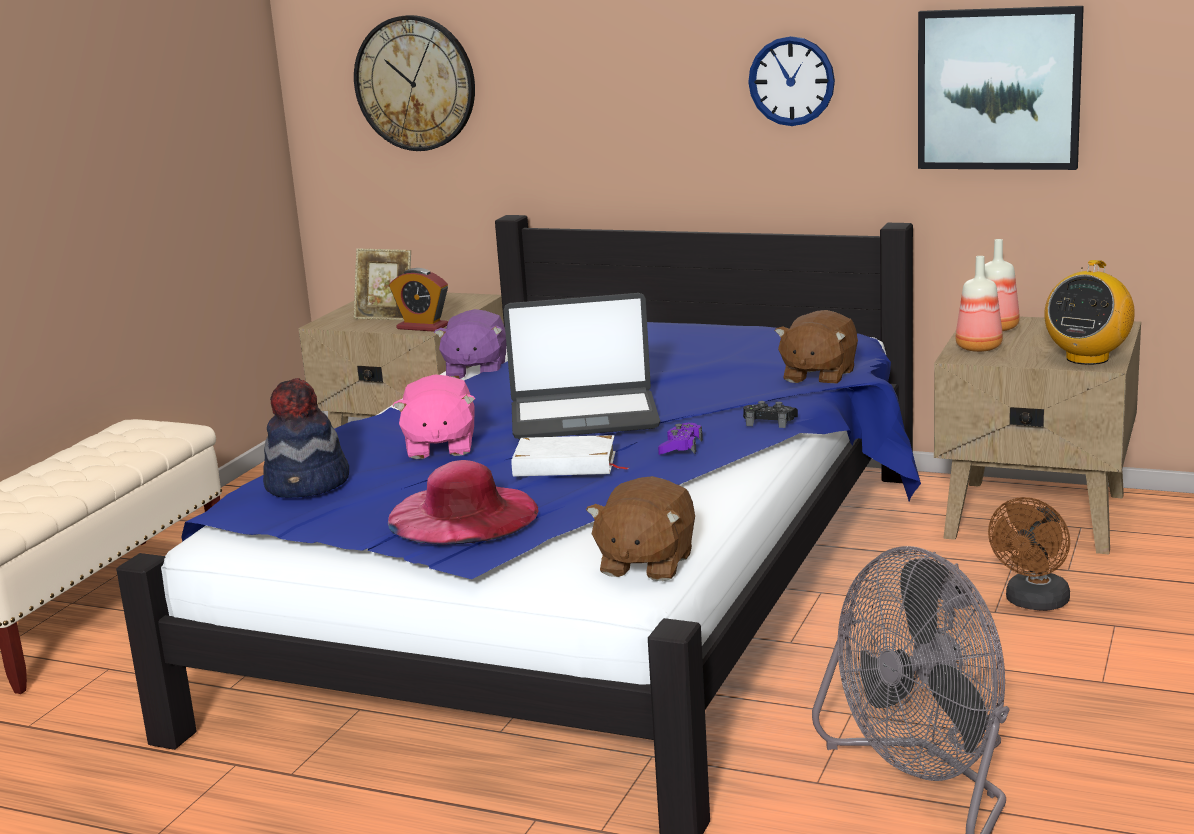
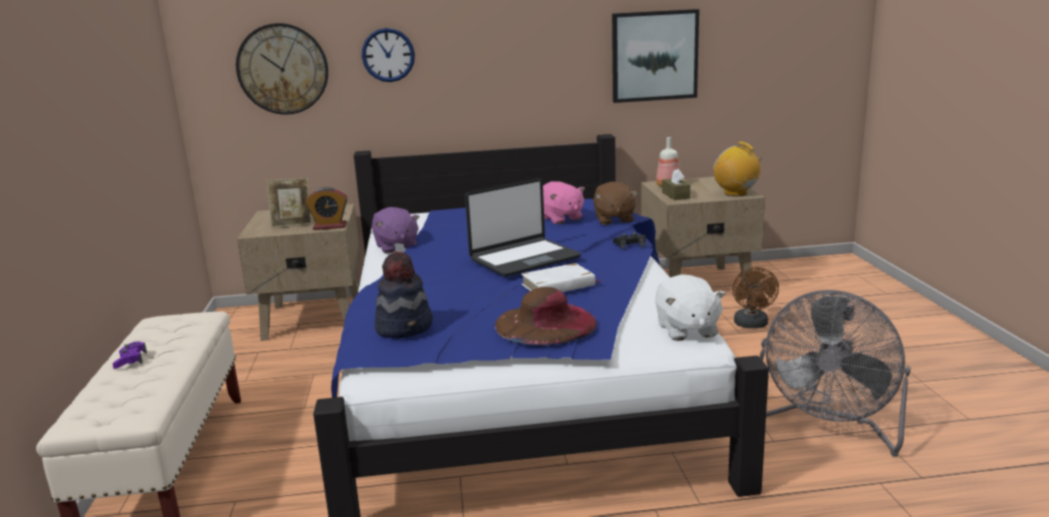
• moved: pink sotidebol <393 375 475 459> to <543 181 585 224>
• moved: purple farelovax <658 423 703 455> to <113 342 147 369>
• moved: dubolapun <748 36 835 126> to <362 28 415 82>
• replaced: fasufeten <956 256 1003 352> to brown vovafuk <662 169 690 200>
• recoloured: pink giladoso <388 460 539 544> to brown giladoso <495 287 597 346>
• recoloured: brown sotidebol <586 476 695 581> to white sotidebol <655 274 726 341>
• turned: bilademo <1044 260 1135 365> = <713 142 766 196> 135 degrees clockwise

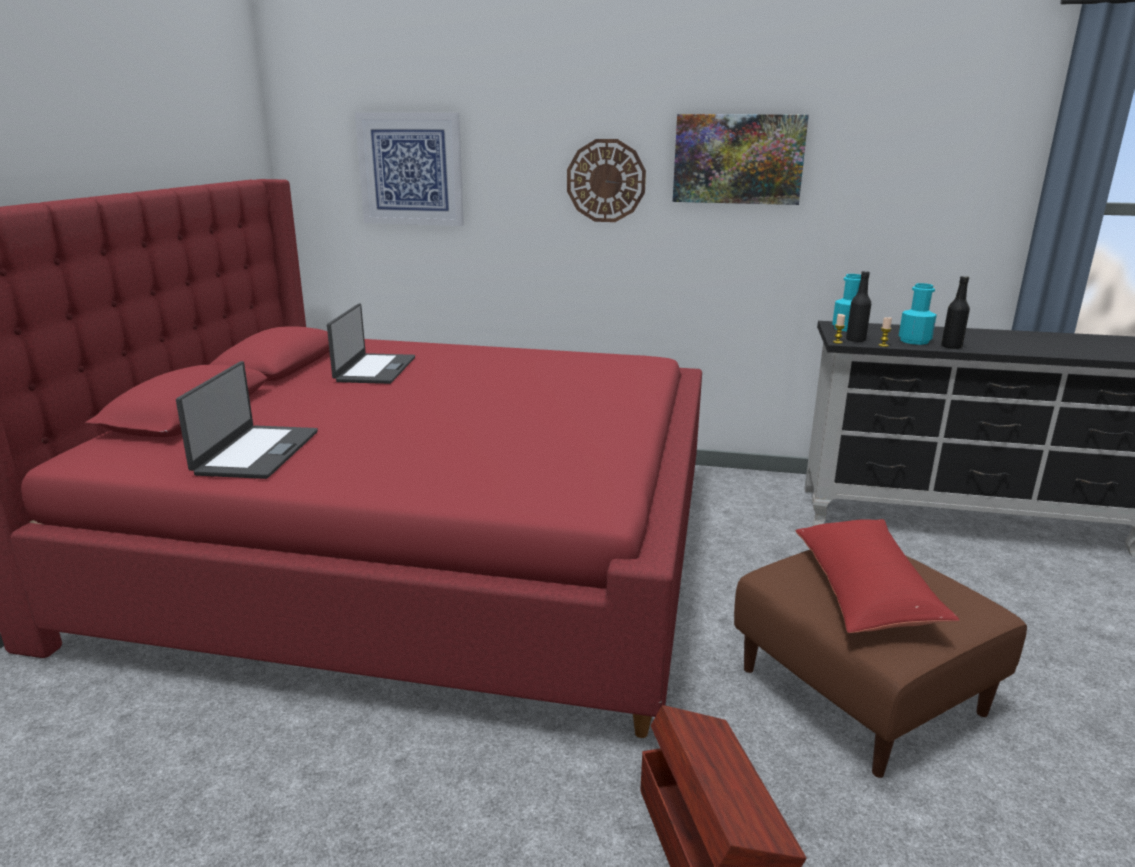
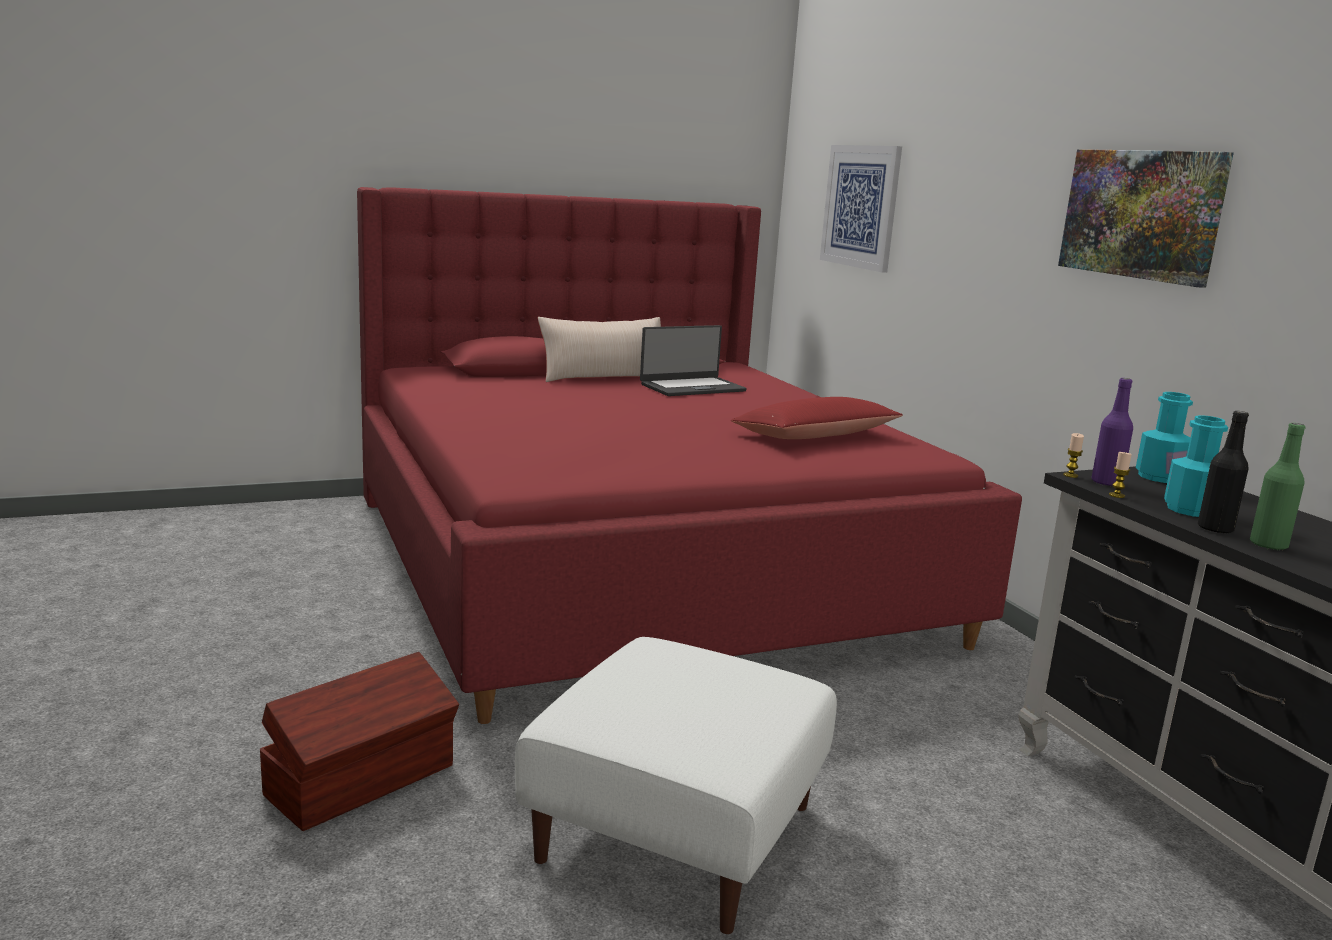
• removed: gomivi <176 361 318 479>
• removed: dubolapun <567 139 646 222>
• added: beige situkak <538 317 661 382>
• added: green fasufeten <1250 423 1305 550>
• moved: red situkak <796 519 959 633> to <731 397 903 439>
• recoloured: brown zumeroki <734 550 1027 778> to white zumeroki <515 637 837 934>
• recoloured: black fasufeten <846 271 871 342> to purple fasufeten <1091 378 1133 486>

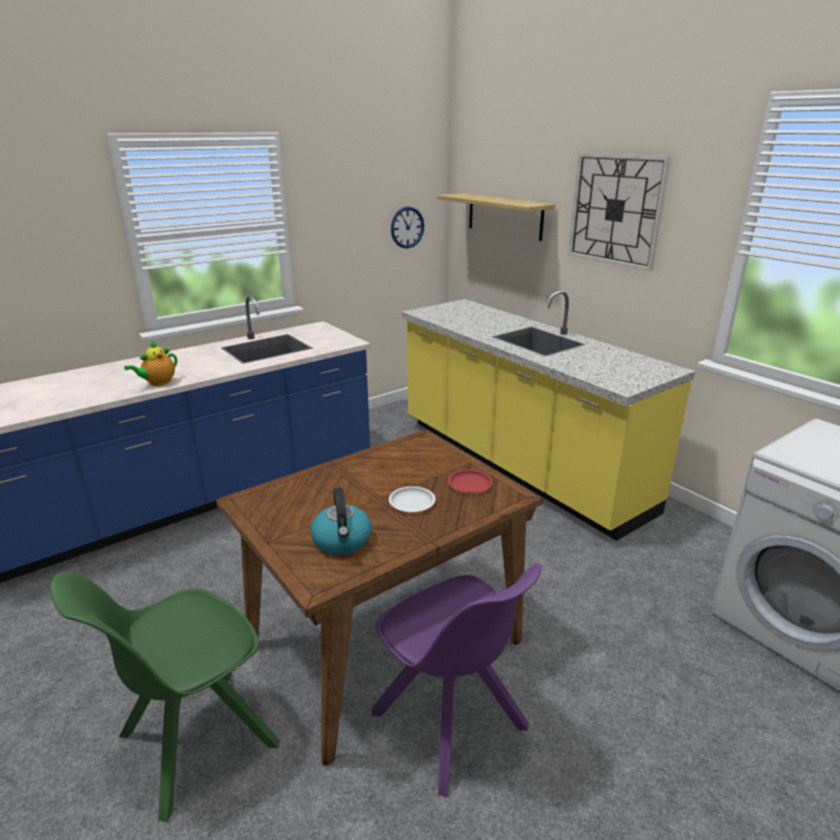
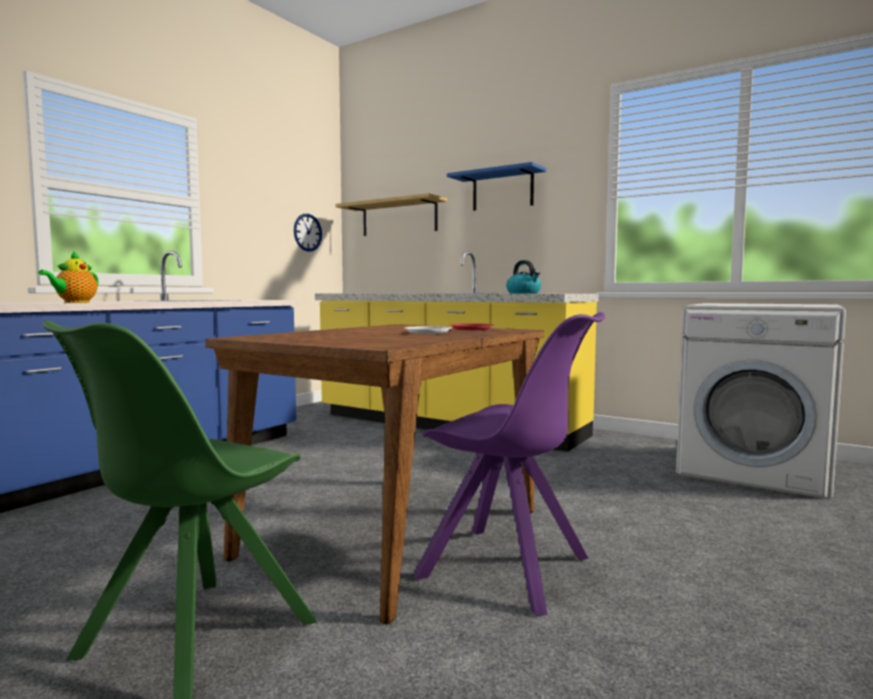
• moved: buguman <311 487 371 555> to <506 260 541 293>
• replaced: dubolapun <568 153 671 271> to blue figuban <447 162 546 211>

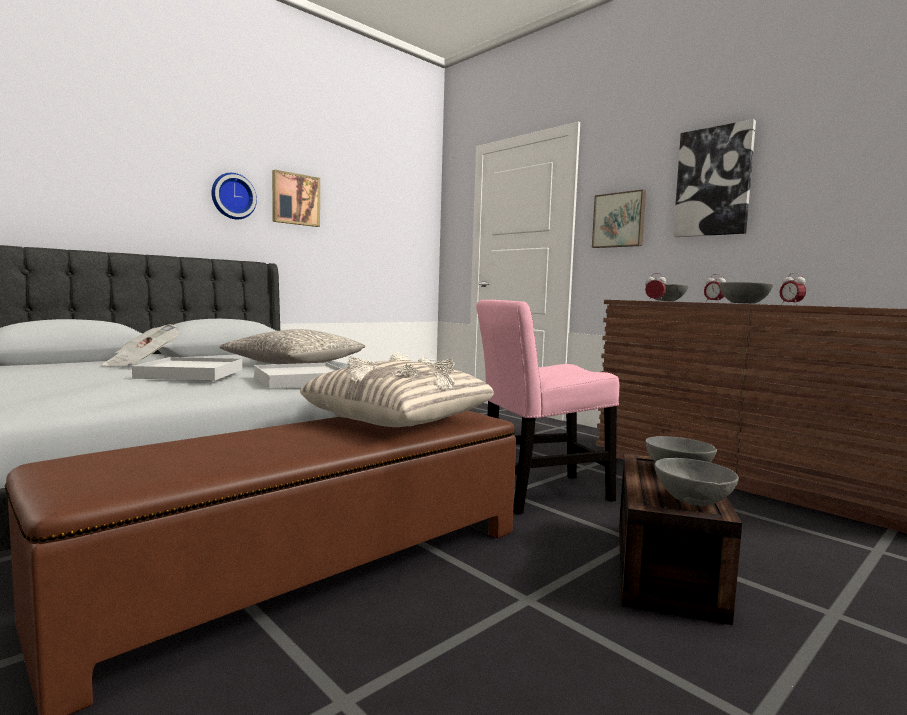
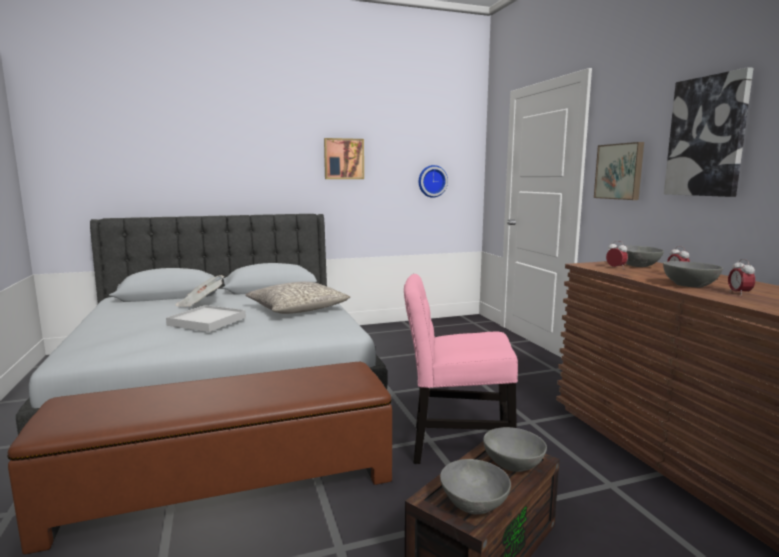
• removed: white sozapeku <254 363 341 388>
• removed: beige situkak <300 351 494 427>
• moved: dubolapun <211 173 257 219> to <419 165 448 198>

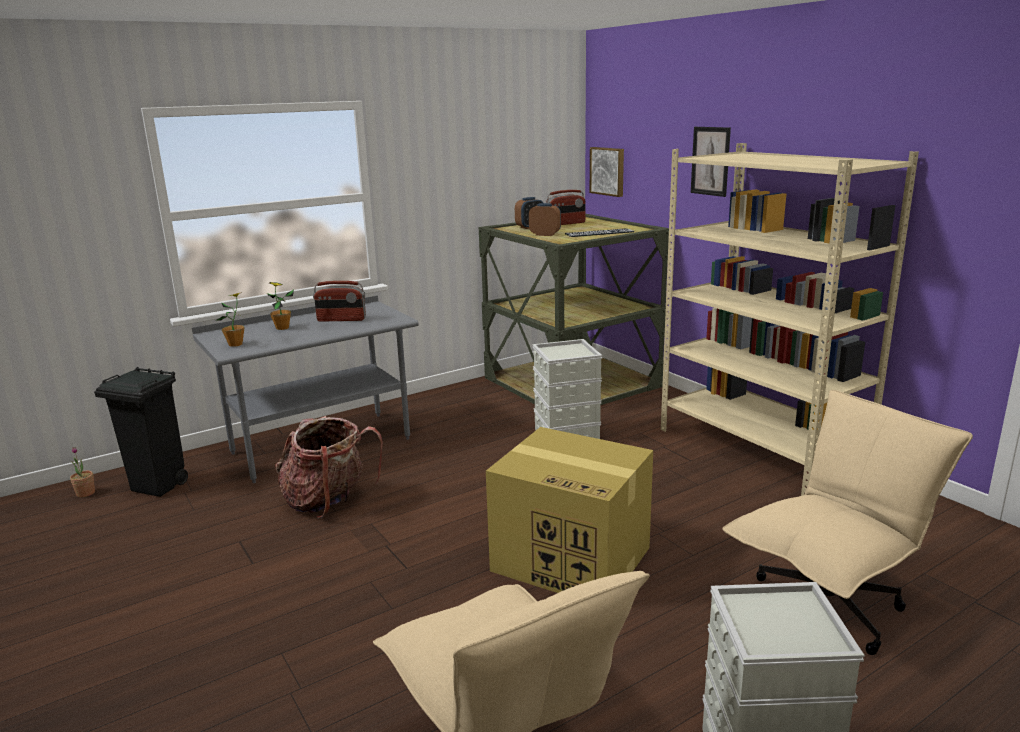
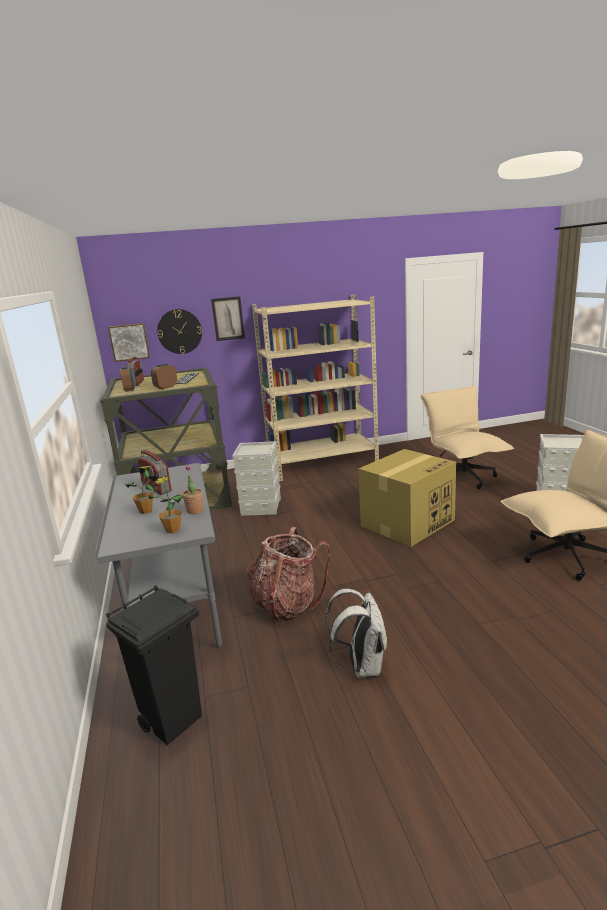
• added: dubolapun <157 309 202 354>
• added: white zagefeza <325 589 387 678>
• moved: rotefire <70 447 95 497> to <182 464 203 514>
• turned: bilademo <313 281 366 322> = <138 450 171 495> 120 degrees clockwise

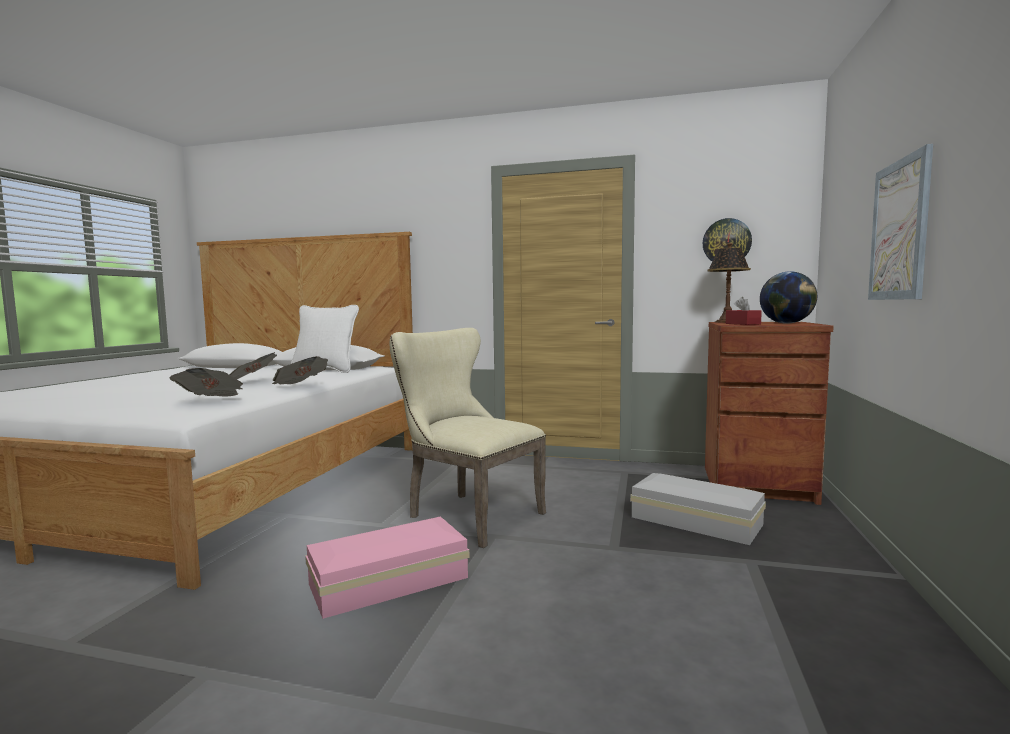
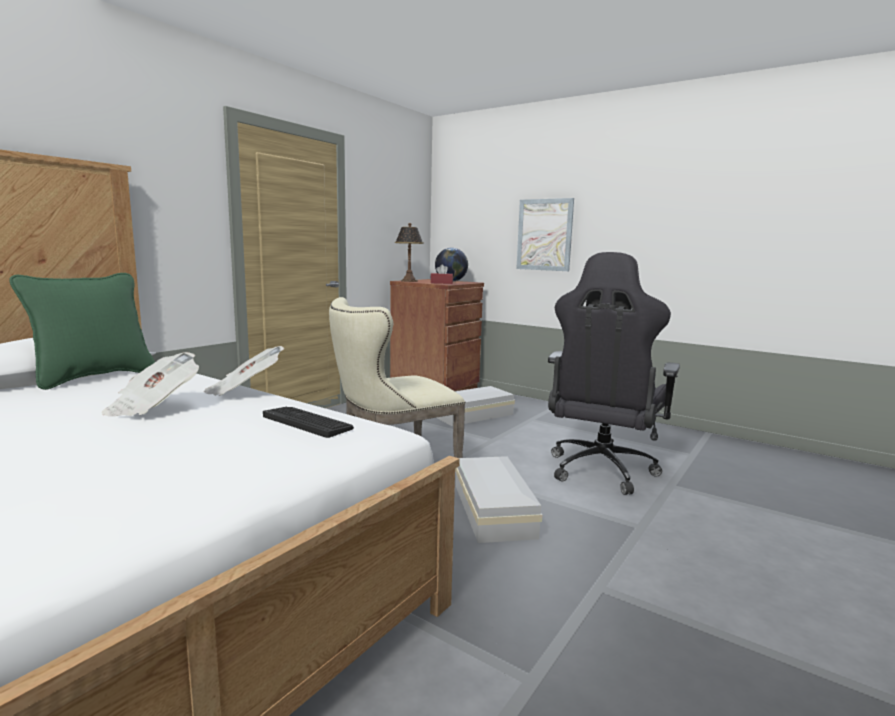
• removed: dubolapun <703 218 752 261>
• added: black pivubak <548 252 680 495>
• replaced: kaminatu <170 368 243 396> to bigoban <263 407 354 438>
• recoloured: white situkak <291 305 359 373> to green situkak <9 273 155 390>
• recoloured: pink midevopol <305 516 469 619> to white midevopol <455 456 542 543>

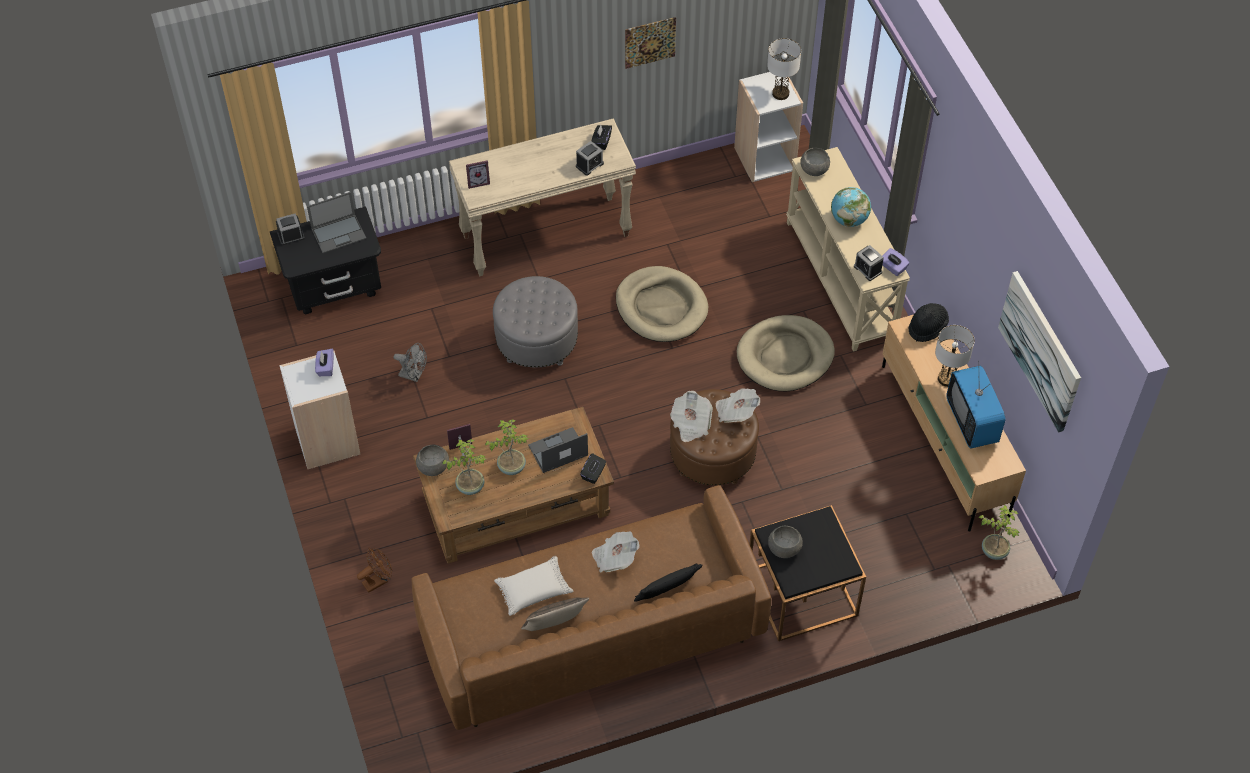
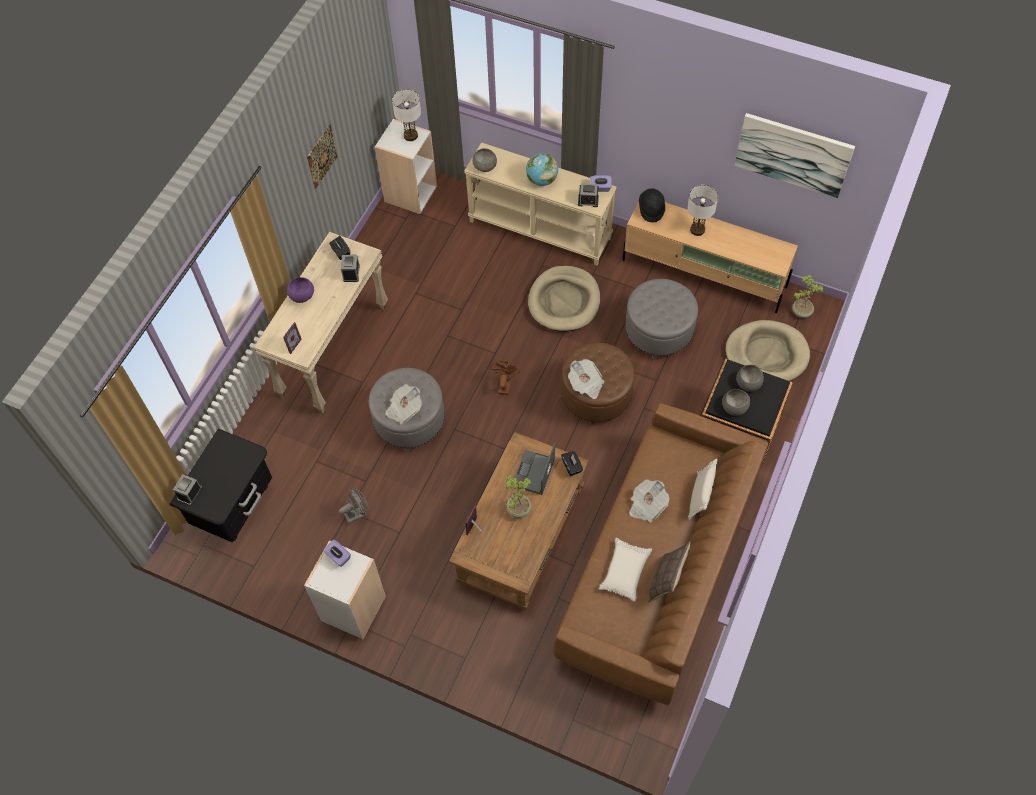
• removed: gomivi <307 192 366 253>
• removed: rotefire <442 439 486 495>
• removed: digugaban <946 366 1006 449>
• added: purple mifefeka <287 277 314 303>
• added: grey zumeroki <625 279 698 359>
• moved: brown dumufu <357 547 392 593> to <490 360 520 395>
• moved: grey mifefeka <416 445 449 476> to <736 365 764 392>
• moved: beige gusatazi <616 266 708 342> to <725 320 810 381>
• moved: kaminatu <716 388 760 423> to <385 384 422 424>
• recoloured: black situkak <634 563 703 602> to white situkak <688 459 717 521>

